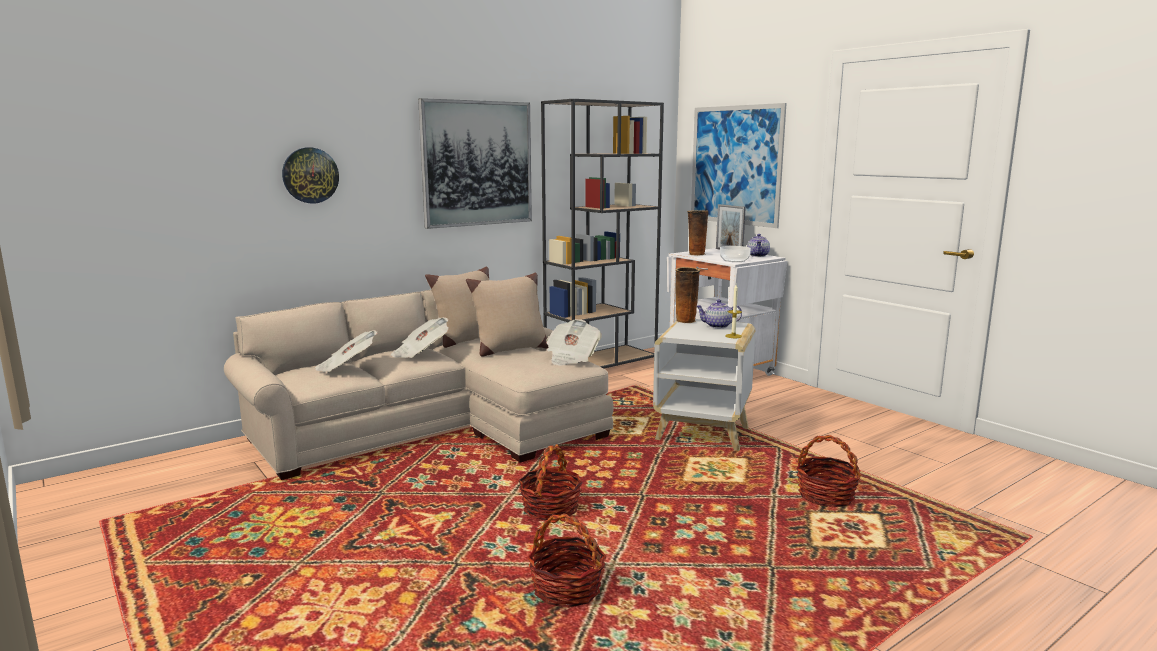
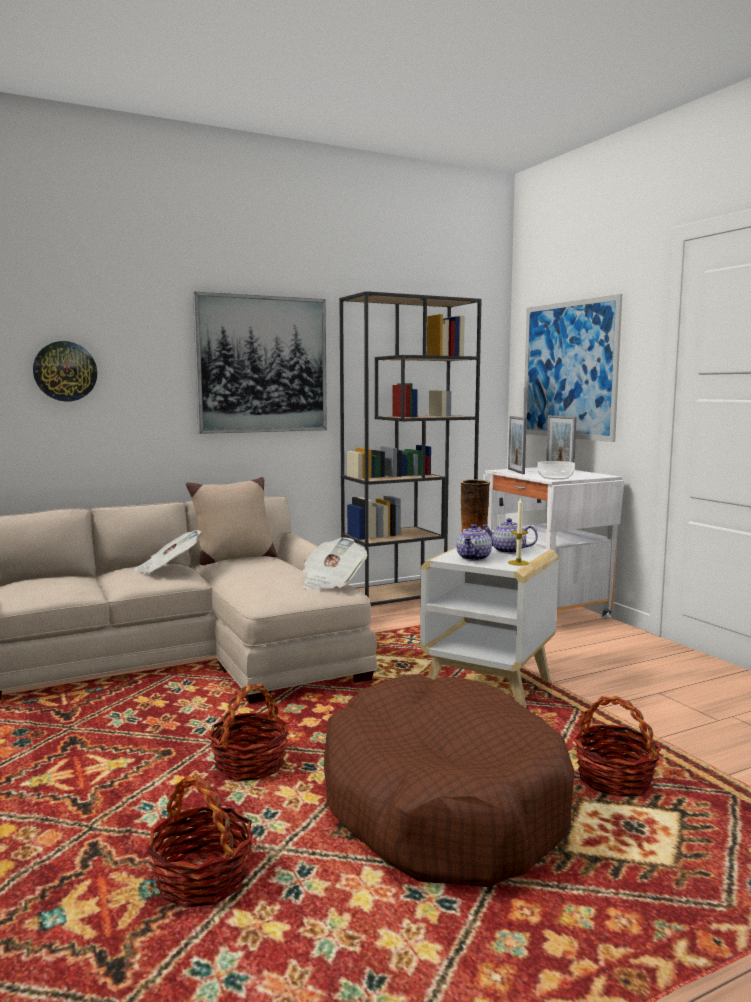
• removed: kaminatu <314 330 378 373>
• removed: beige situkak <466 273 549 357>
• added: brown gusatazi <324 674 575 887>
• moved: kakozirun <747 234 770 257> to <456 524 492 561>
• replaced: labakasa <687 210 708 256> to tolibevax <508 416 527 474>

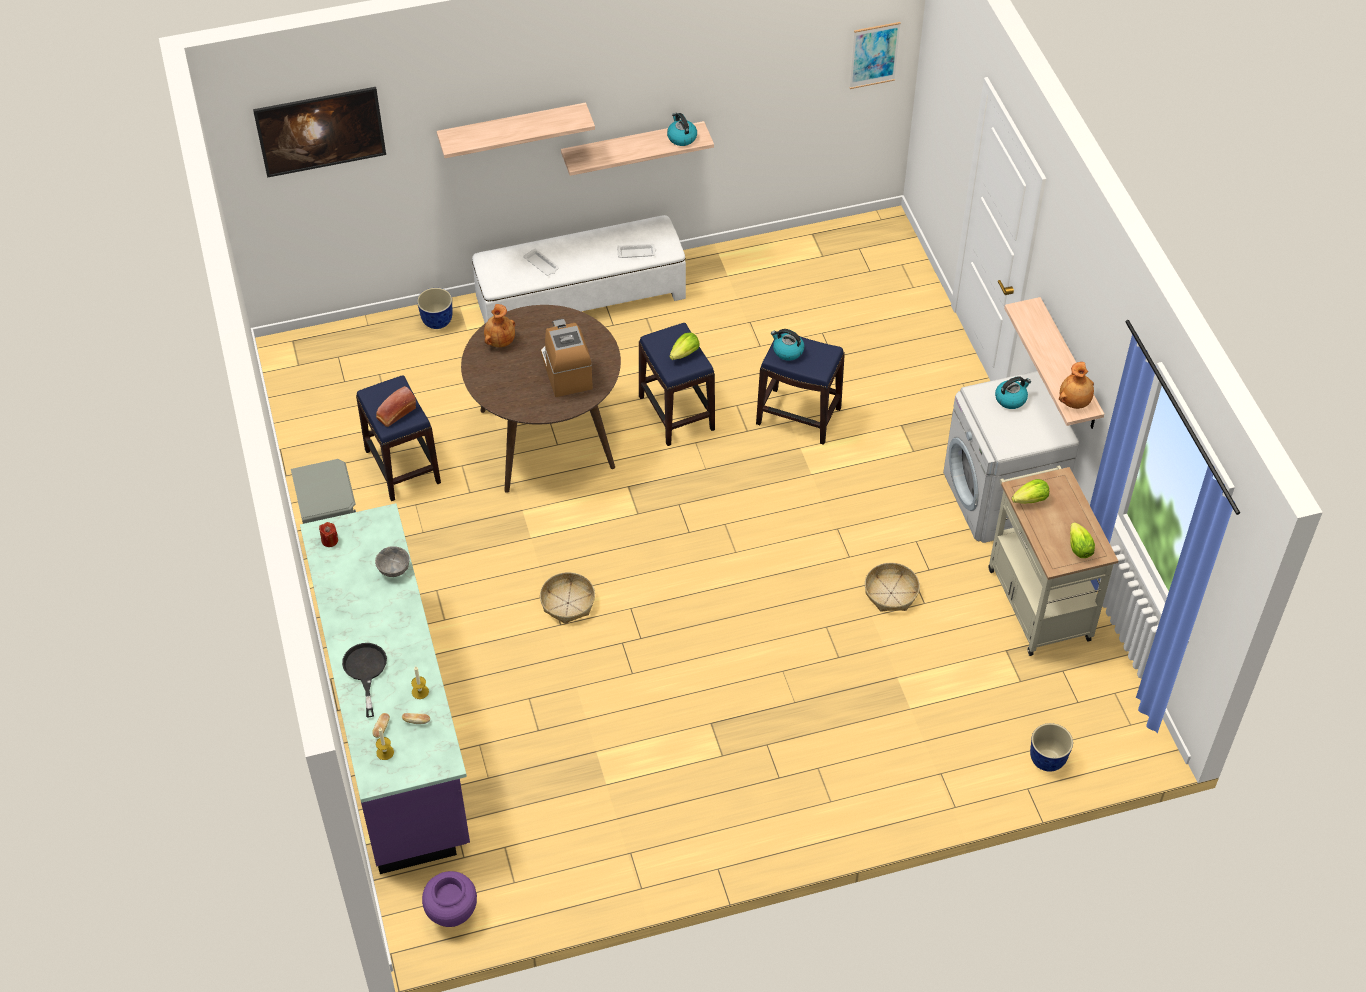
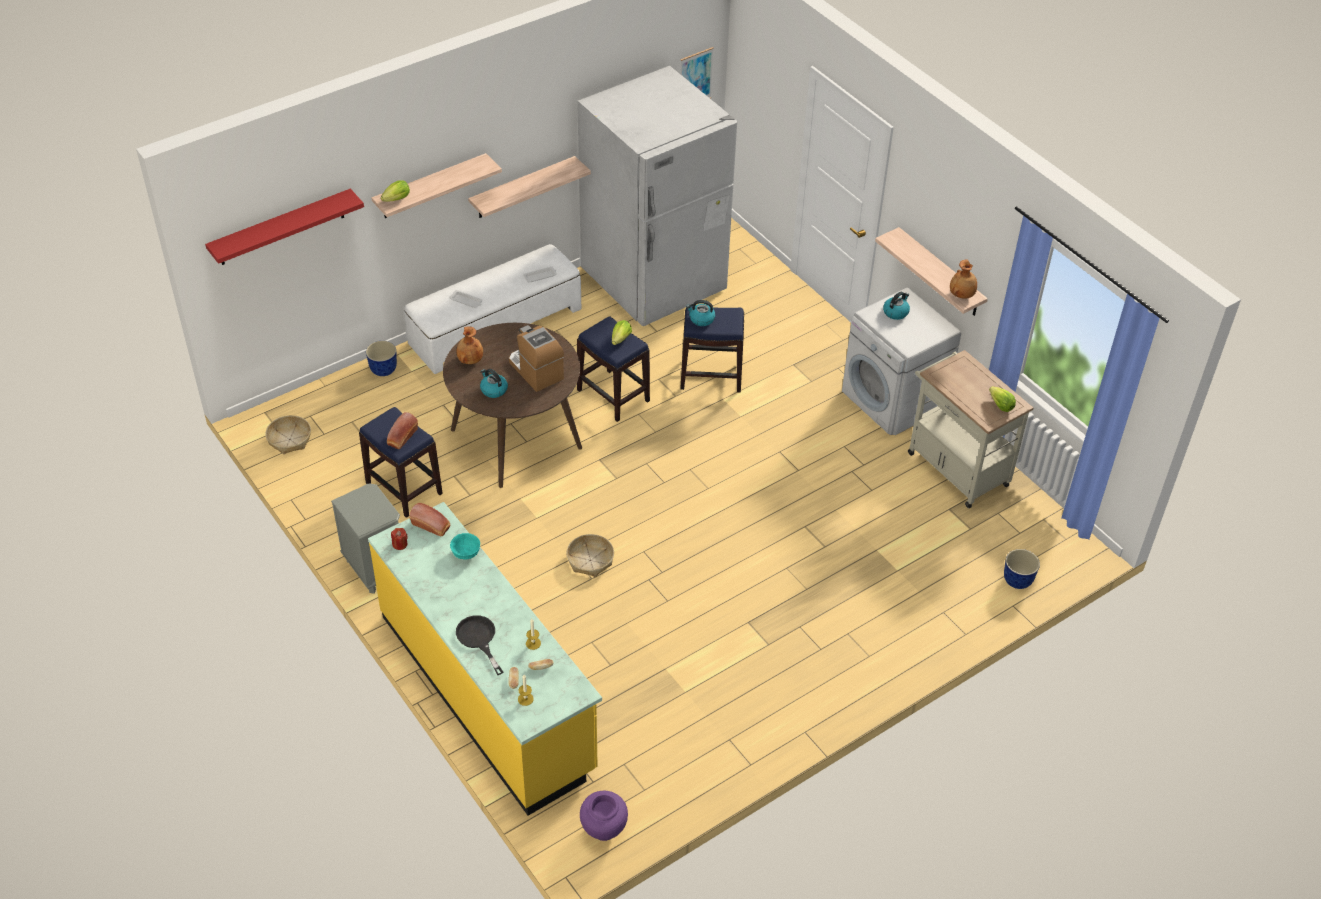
• added: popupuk <409 503 450 536>
• added: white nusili <577 66 737 326>
• moved: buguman <667 113 697 146> to <480 369 508 398>
• moved: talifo <865 562 920 612> to <265 415 311 454>
• moved: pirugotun <1012 479 1049 504> to <381 180 410 202>
• replaced: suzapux <253 87 386 178> to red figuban <205 189 364 265>
• recoloured: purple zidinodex <300 503 470 874> to yellow zidinodex <368 502 602 816>
• recoloured: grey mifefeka <375 546 410 577> to turquoise mifefeka <450 533 480 559>

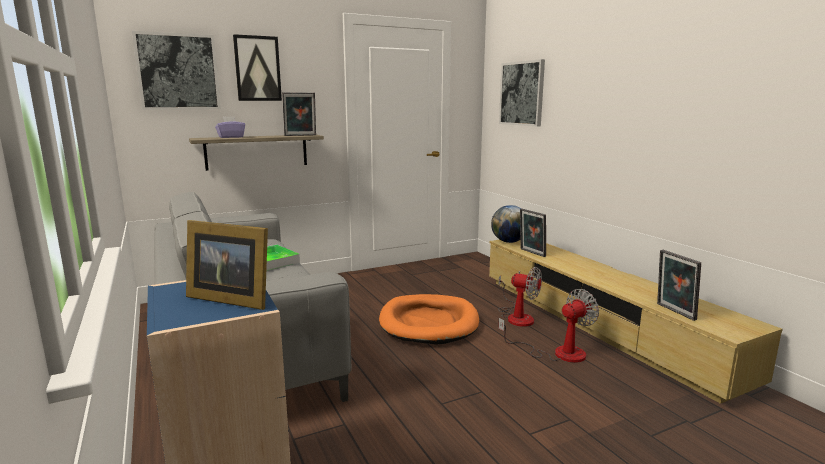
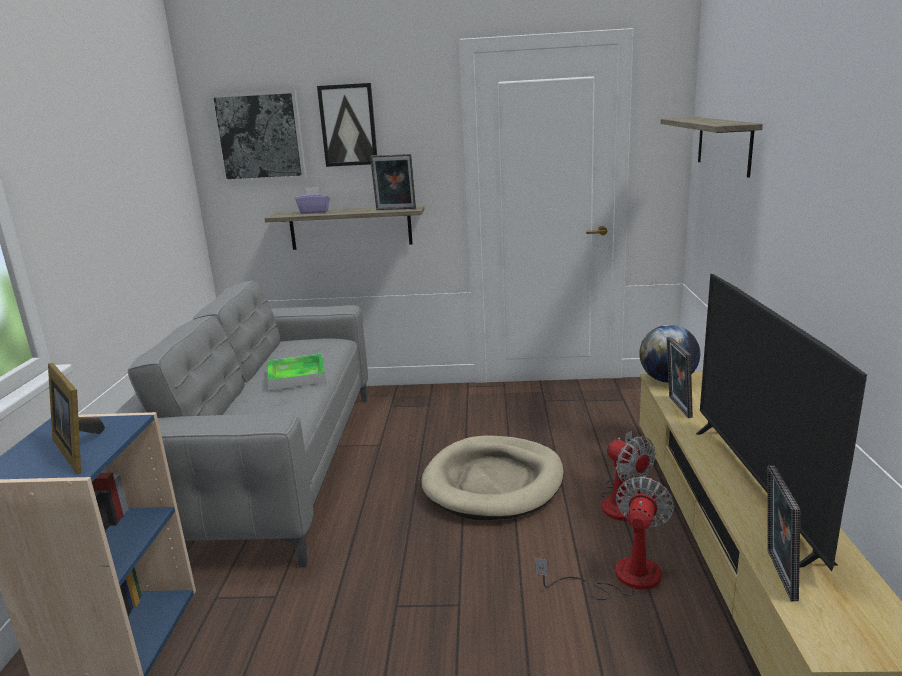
• added: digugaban <696 274 867 571>
• replaced: suzapux <499 59 545 127> to figuban <661 117 763 178>
• recoloured: orange gusatazi <379 294 479 345> to beige gusatazi <421 436 564 520>
• turned: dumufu <498 289 599 363> = <535 477 675 600> 60 degrees counterclockwise

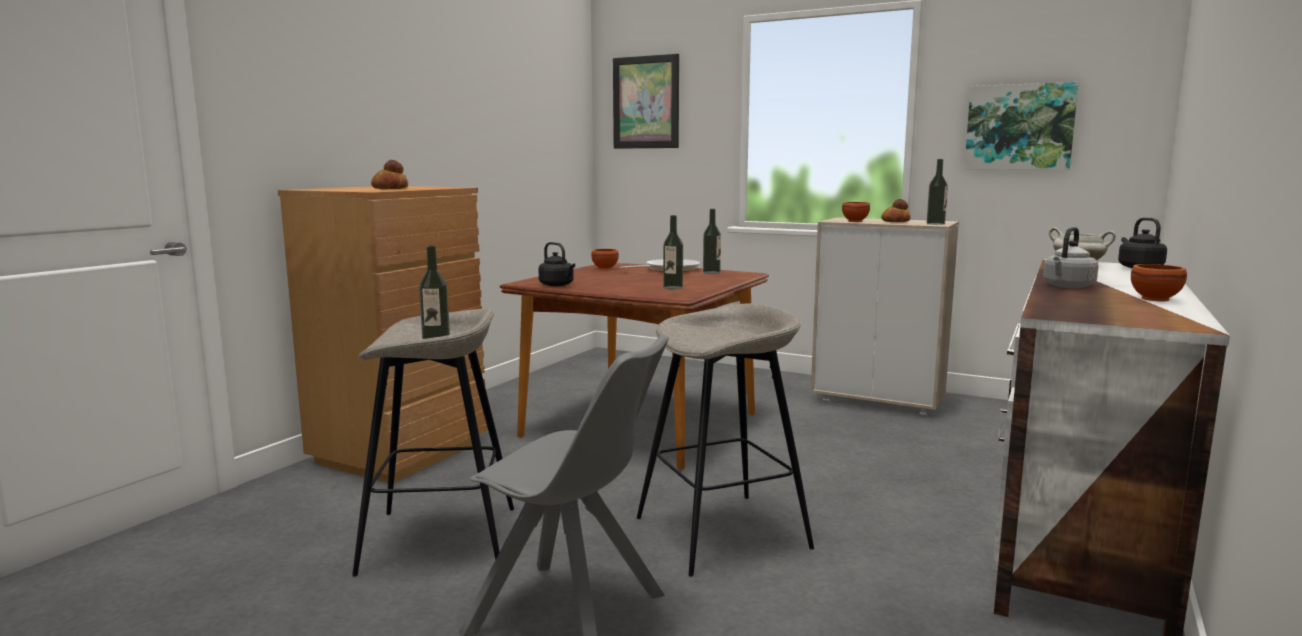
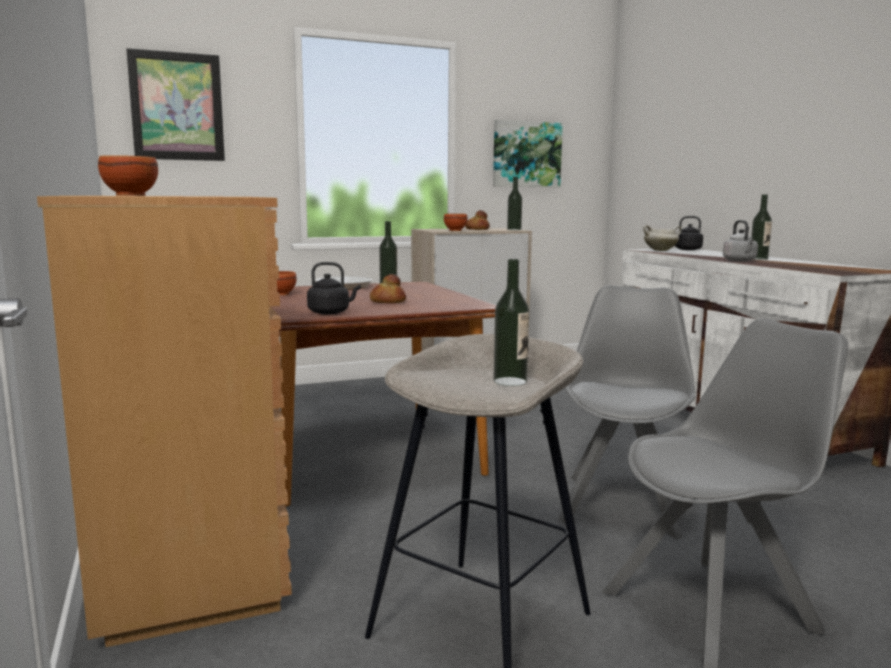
• moved: popupuk <371 160 408 189> to <370 274 406 303>
• moved: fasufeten <663 215 683 289> to <751 194 772 260>
• moved: brown mifefeka <1131 264 1187 302> to <98 155 158 196>
• replaced: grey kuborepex <637 303 814 577> to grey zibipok <558 285 695 539>

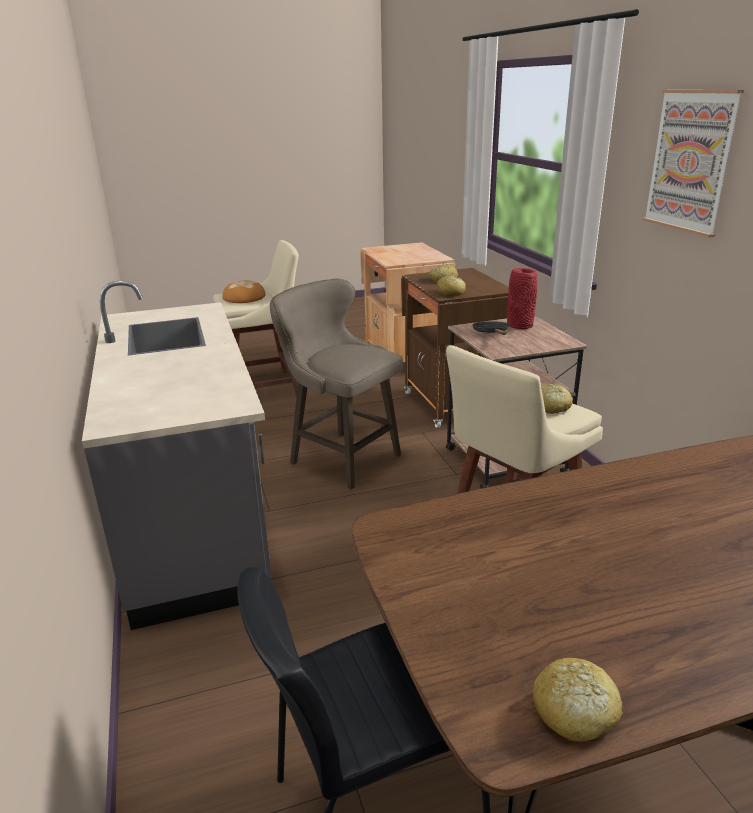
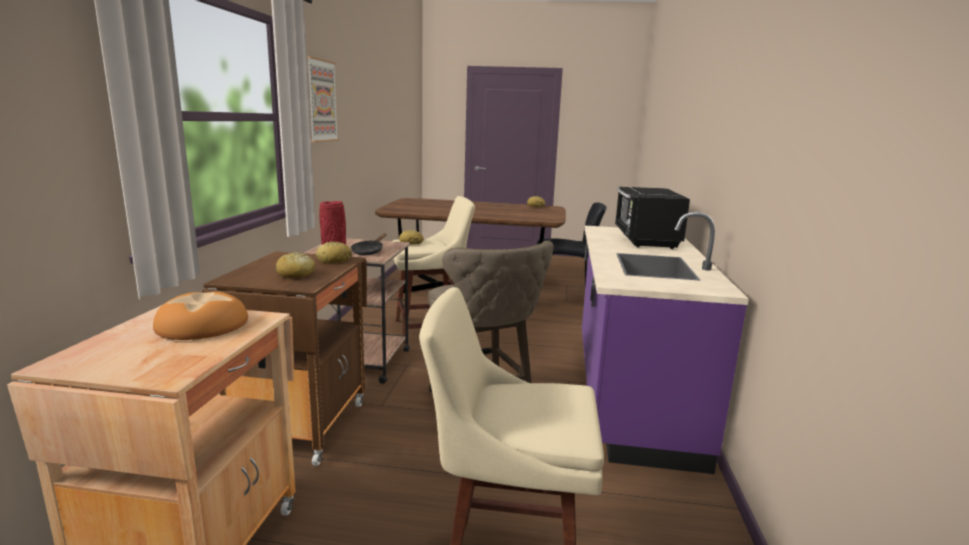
• added: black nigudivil <615 187 690 249>
• moved: popupuk <222 280 266 303> to <153 292 248 340>
• recoloured: grey zidinodex <82 281 271 630> to purple zidinodex <582 212 749 474>

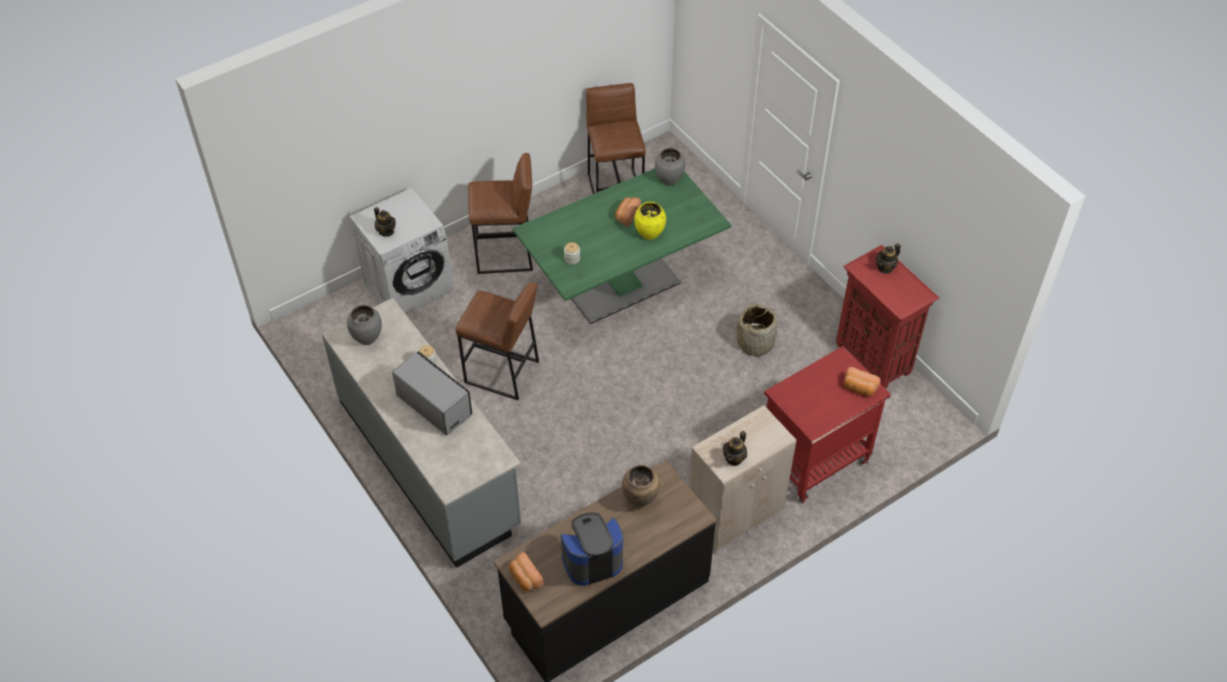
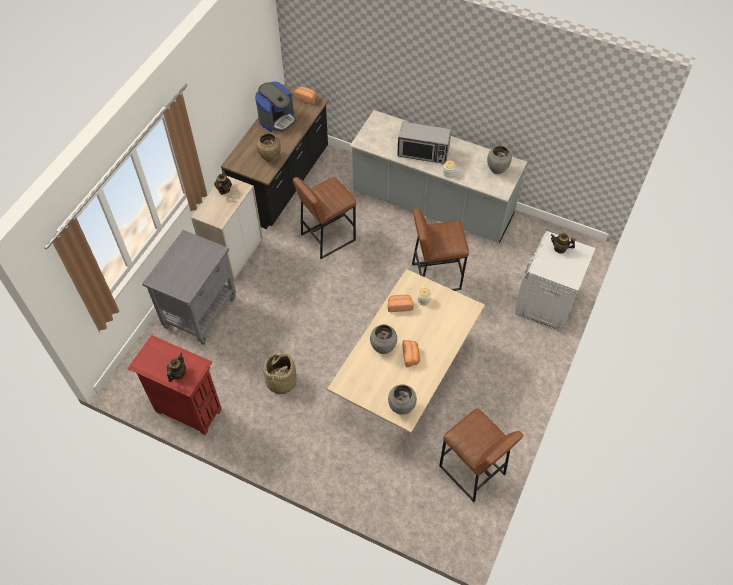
• moved: brown kuborepex <468 153 533 274> to <293 177 356 259>
• moved: popupuk <844 367 881 396> to <388 295 414 312>
• recoloured: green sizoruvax <512 168 731 324> to beige sizoruvax <327 269 485 433>
• recoloured: yellow labakasa <634 202 666 240> to grey labakasa <370 324 397 354>
• recoloured: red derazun <764 346 891 503> to grey derazun <142 230 236 345>

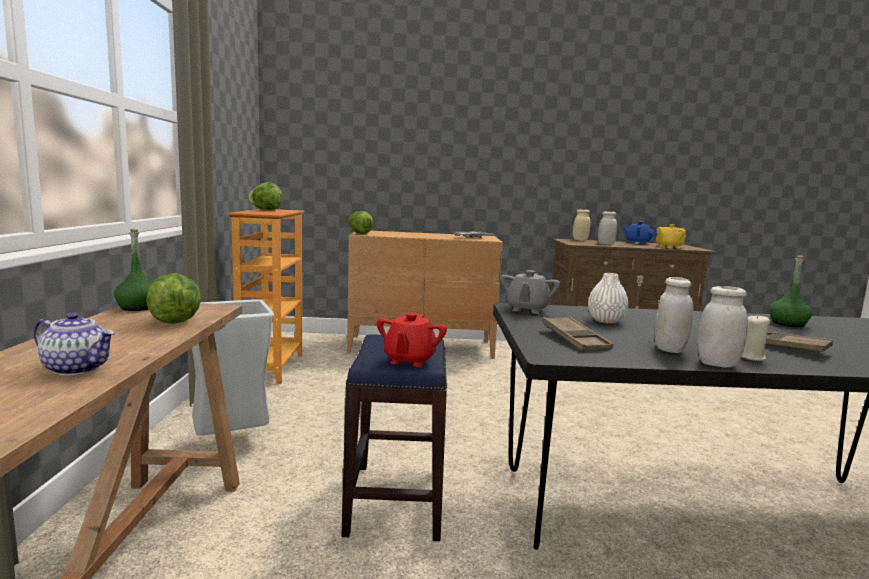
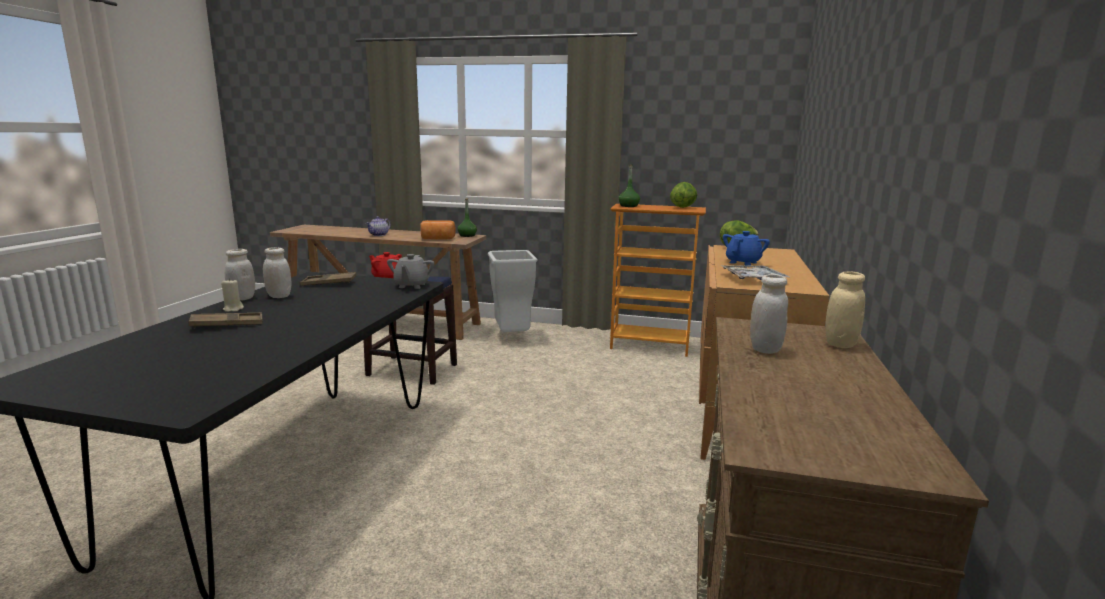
• removed: white labakasa <588 273 628 324>
• removed: yellow kakozirun <656 224 686 248>
• moved: blue kakozirun <621 221 657 245> to <723 231 770 266>
• moved: green fasufeten <769 255 812 327> to <619 164 640 207>
• replaced: pirugotun <146 273 201 324> to popupuk <420 220 455 239>
• turned: grey kakozirun <500 270 560 314> = <387 254 435 289> 120 degrees counterclockwise

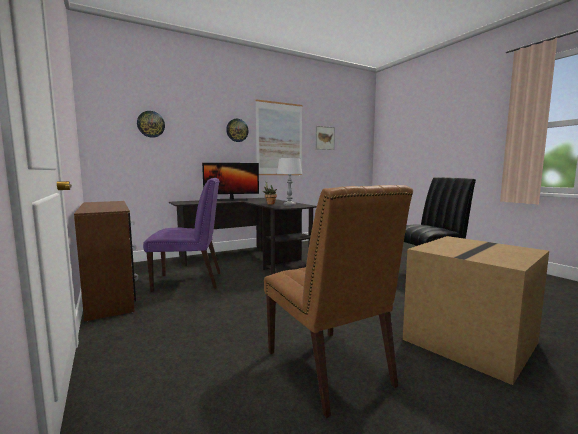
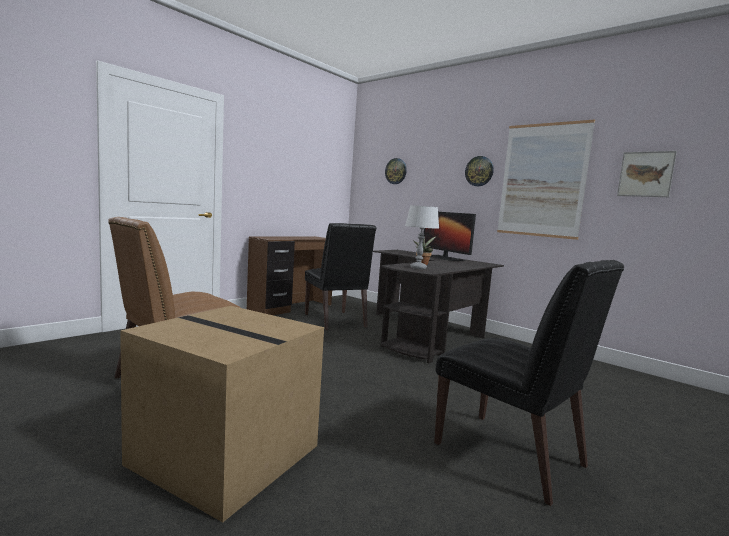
• recoloured: purple zibipok <143 178 221 291> to black zibipok <305 223 376 330>

